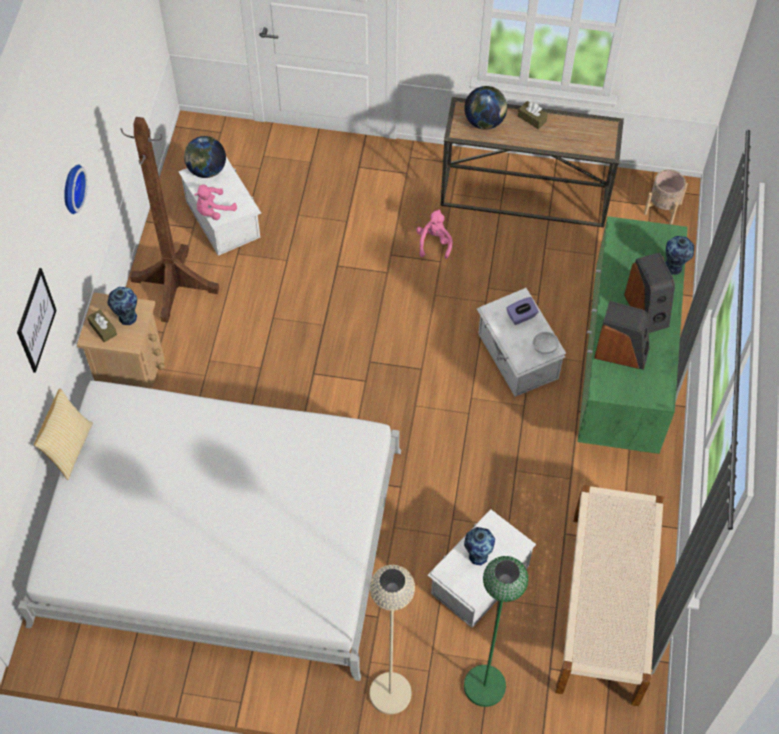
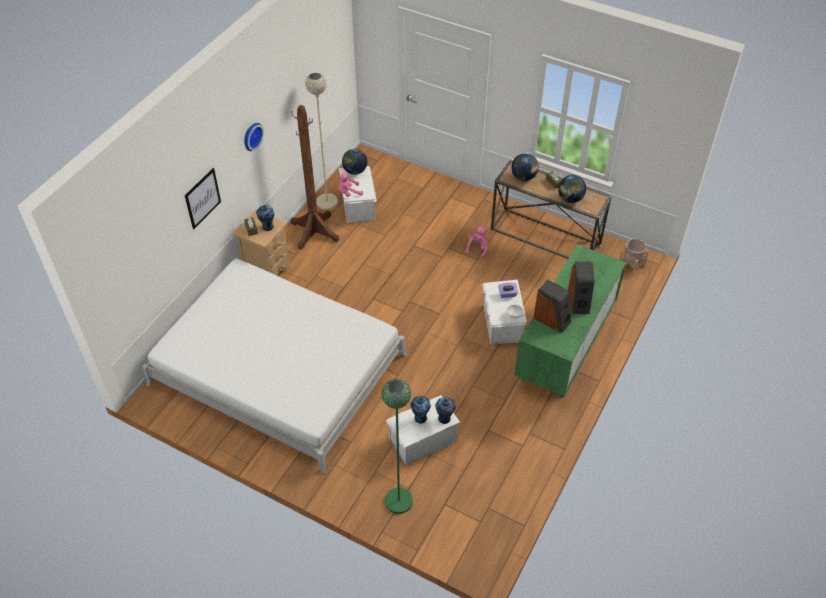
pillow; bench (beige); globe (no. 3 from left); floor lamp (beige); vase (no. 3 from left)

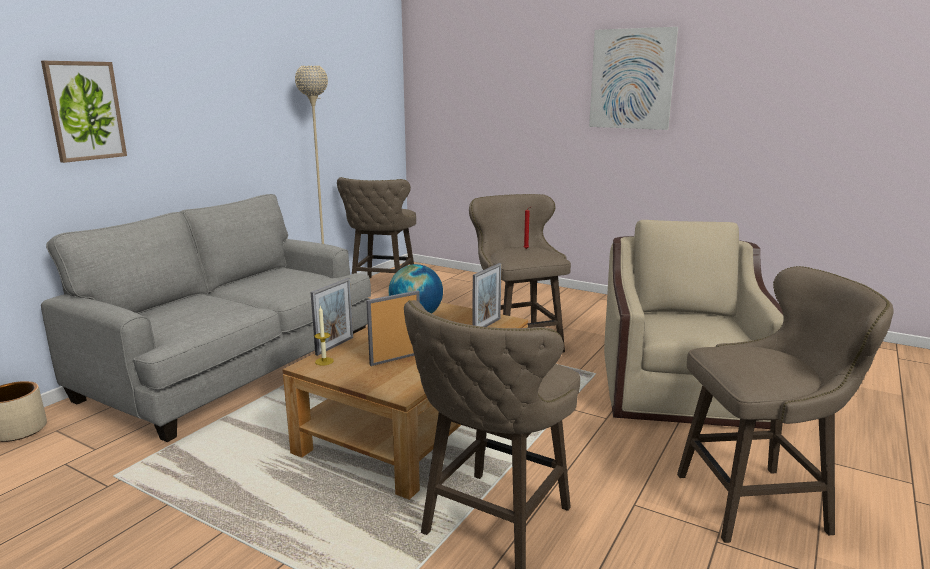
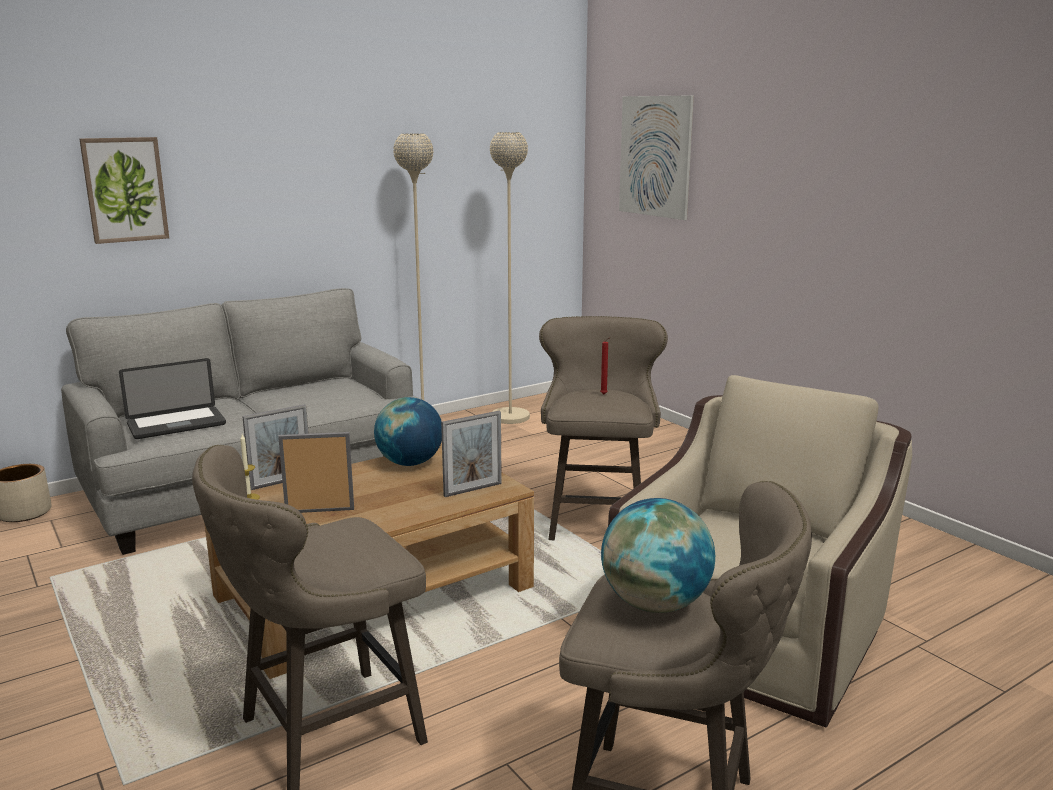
laptop; globe (no. 2 from left); picture (no. 2 from left); floor lamp (beige) (no. 2 from left)

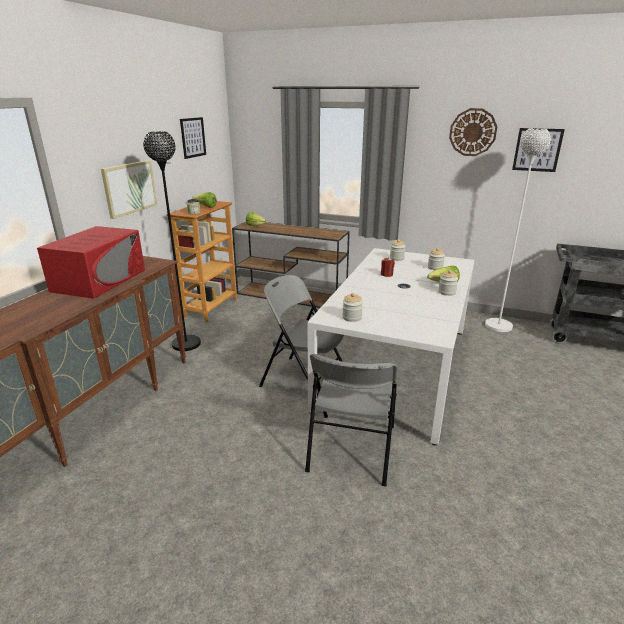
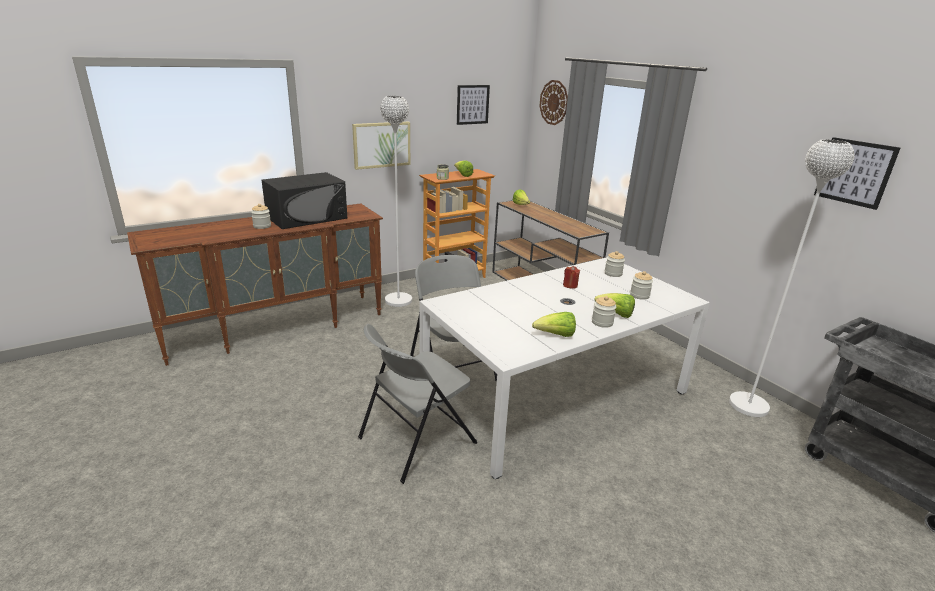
lettuce (no. 3 from left); jar (no. 1 from left); wall clock; microwave (black); floor lamp (white) (no. 1 from left)

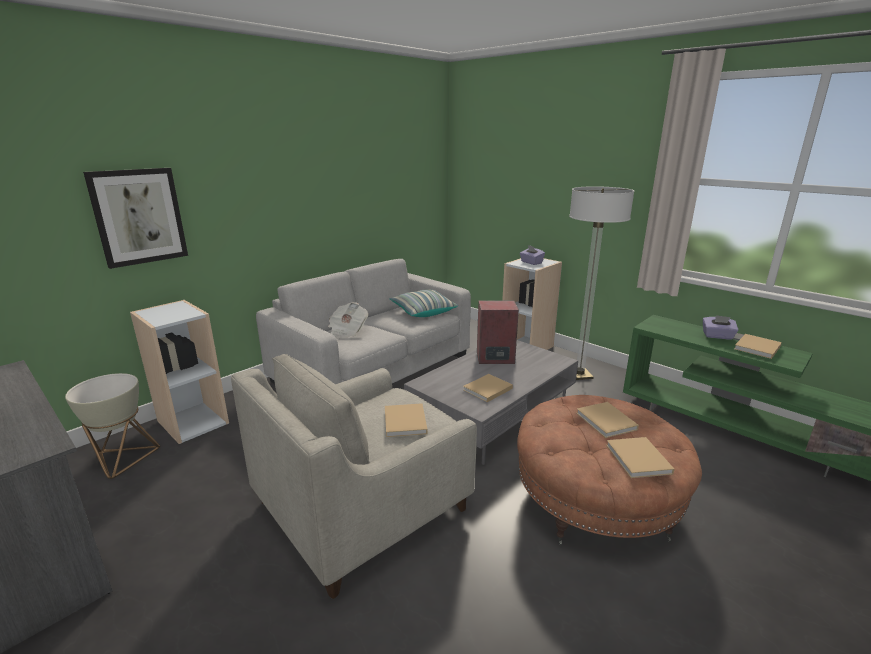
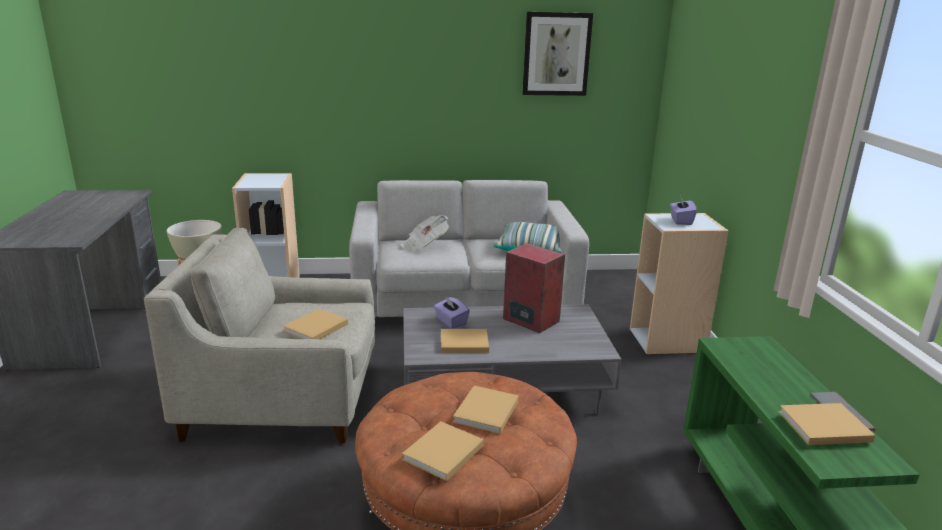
floor lamp; picture; tissue box (purple) (no. 1 from left)

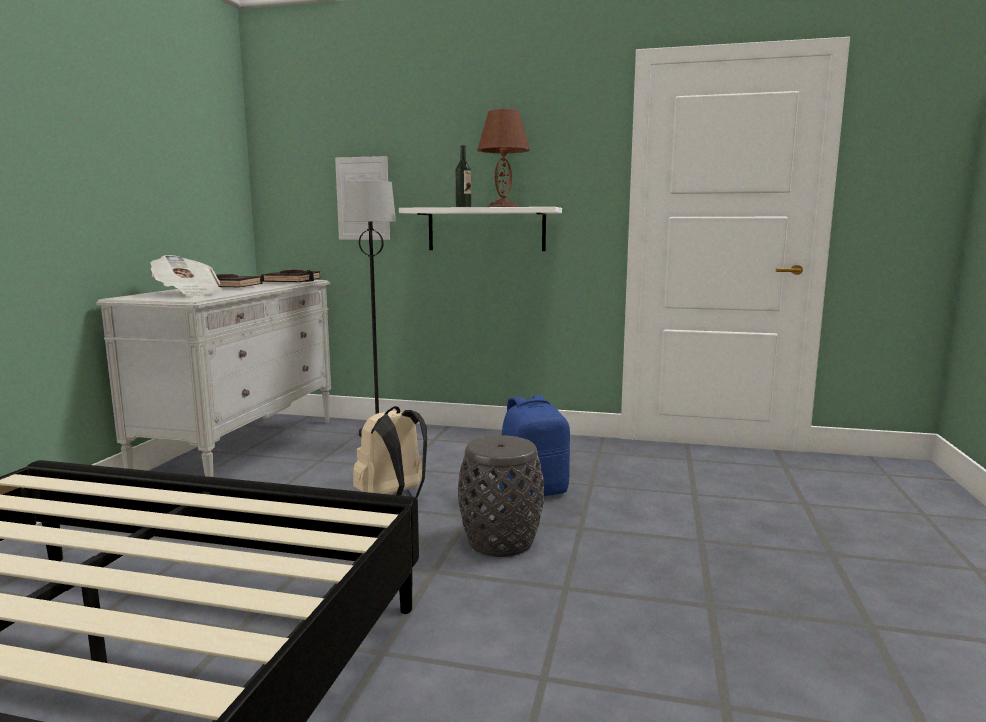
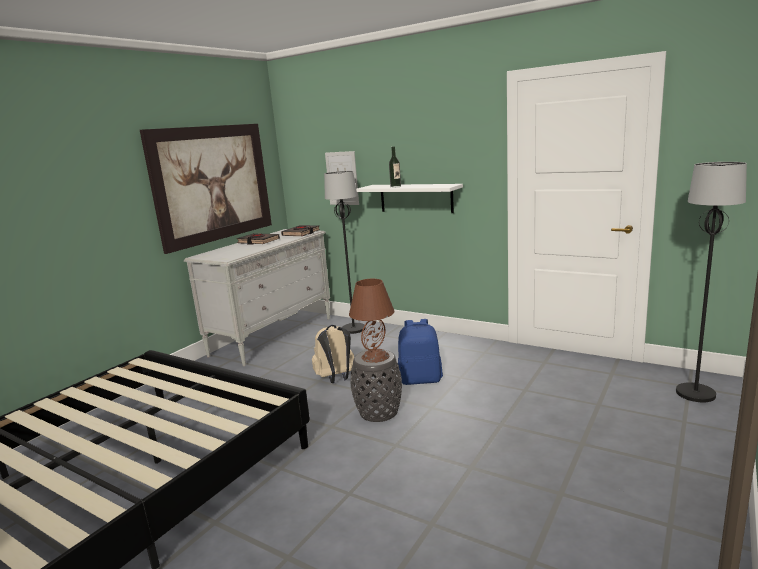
newspaper; picture (no. 1 from left); floor lamp (black) (no. 2 from left); table lamp (brown)

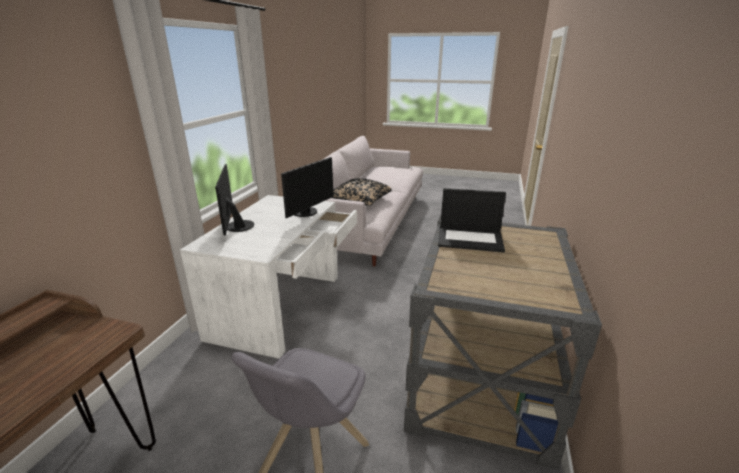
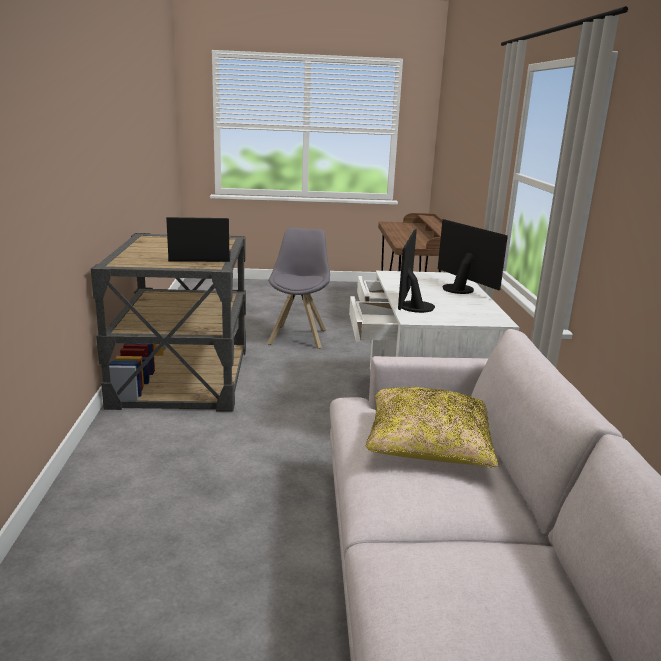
pillow (yellow)

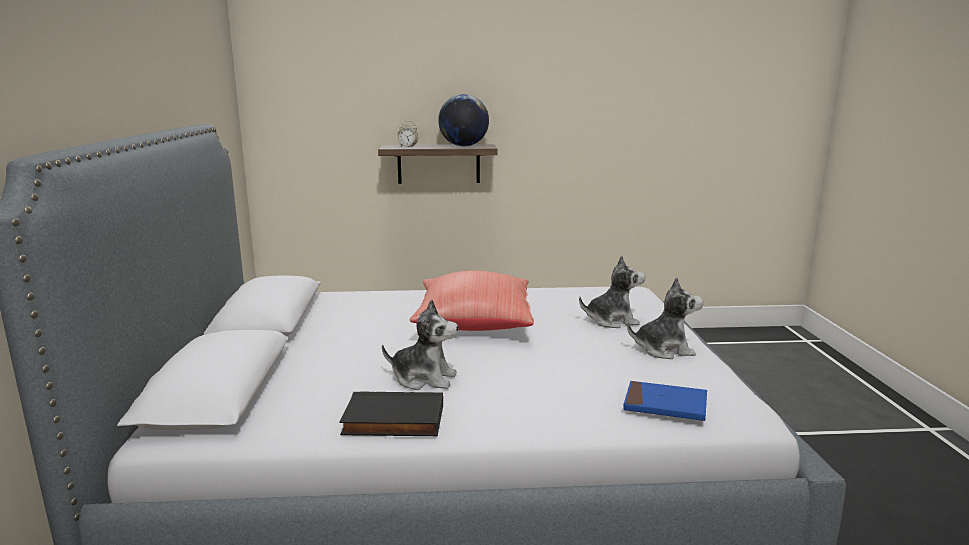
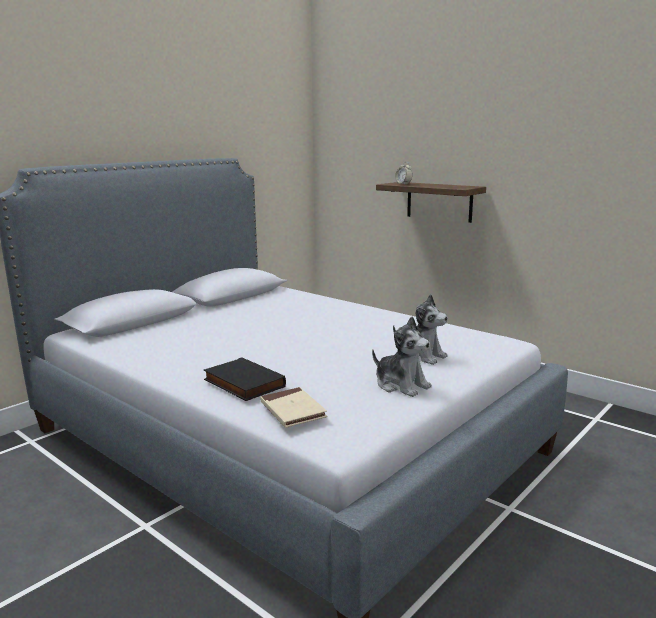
plush toy (no. 1 from left in the first image); pillow (red); globe; book (black); book (beige)

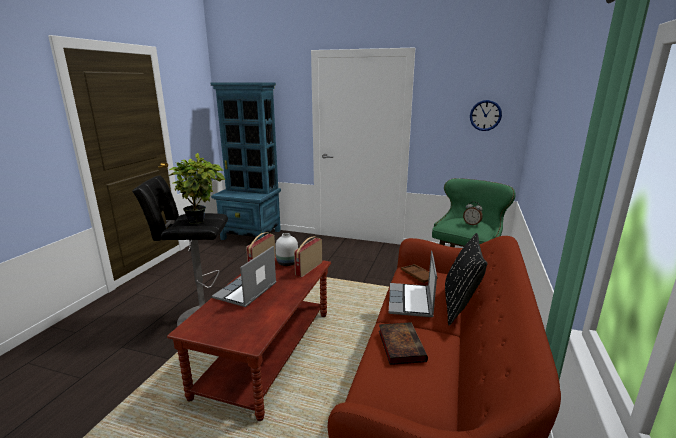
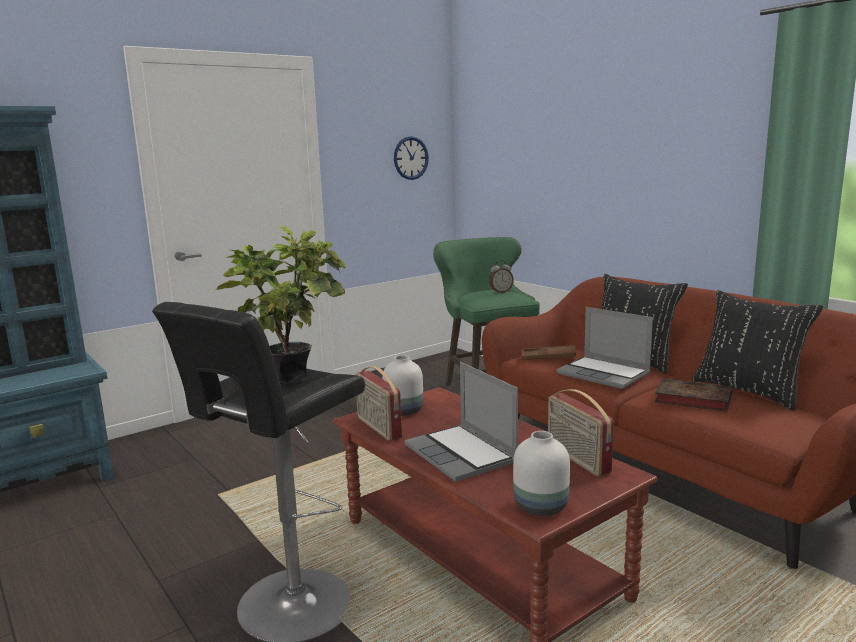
vase (white) (no. 2 from left); pillow (black) (no. 2 from left); radio (no. 2 from left)

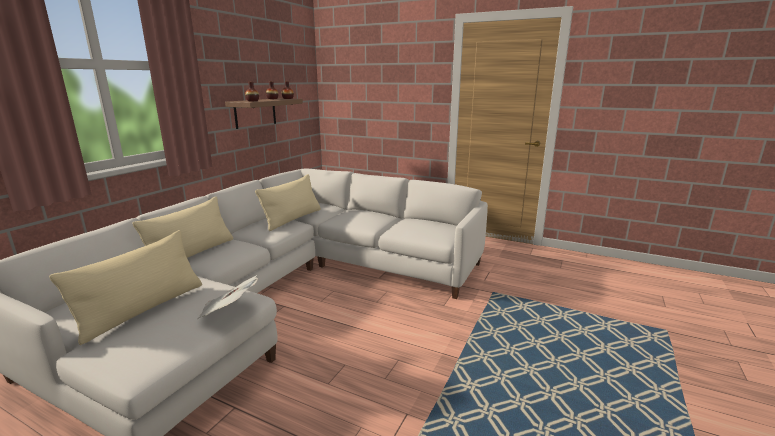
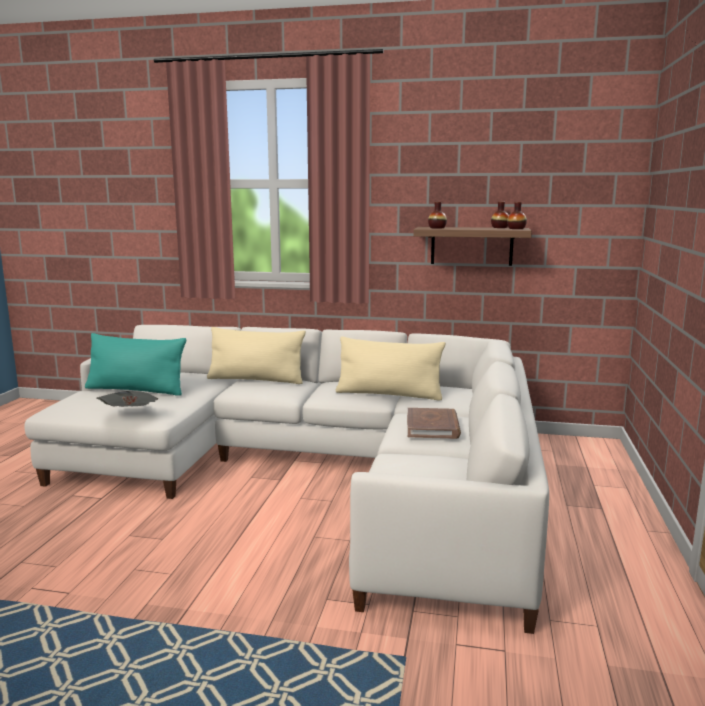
book (brown); pillow (turquoise)

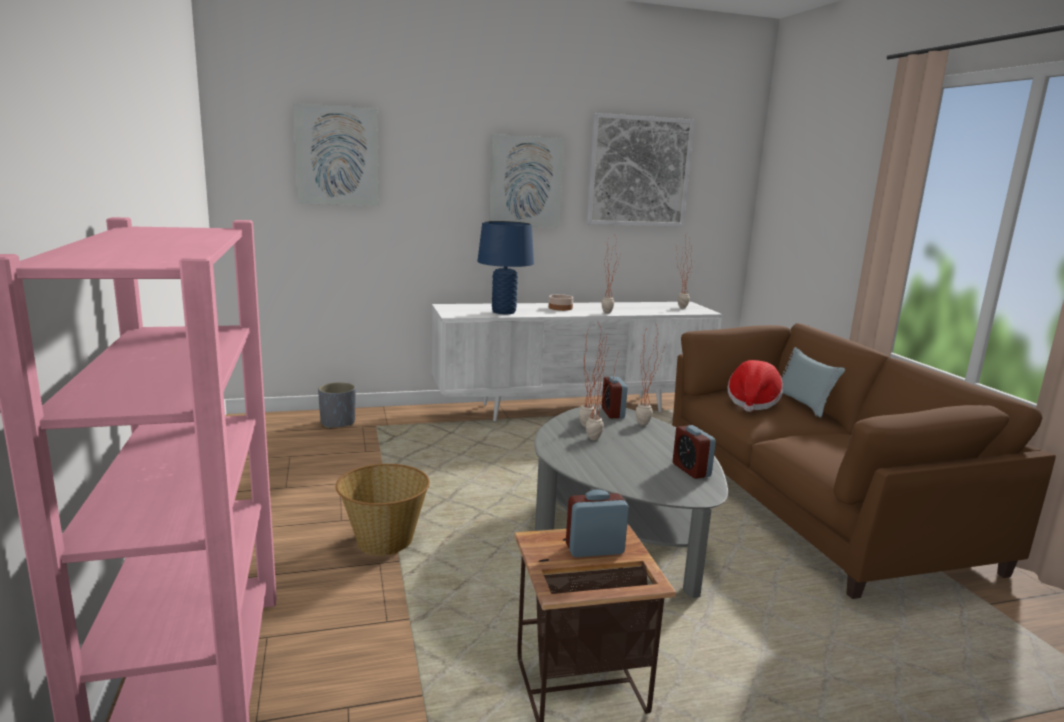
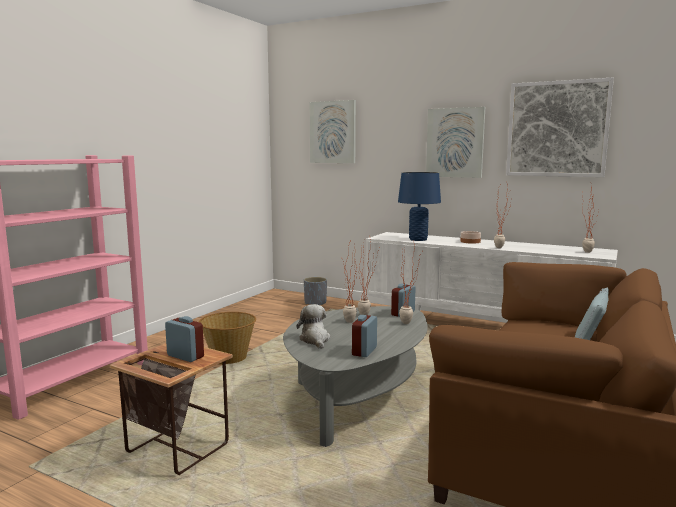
hat; plush toy

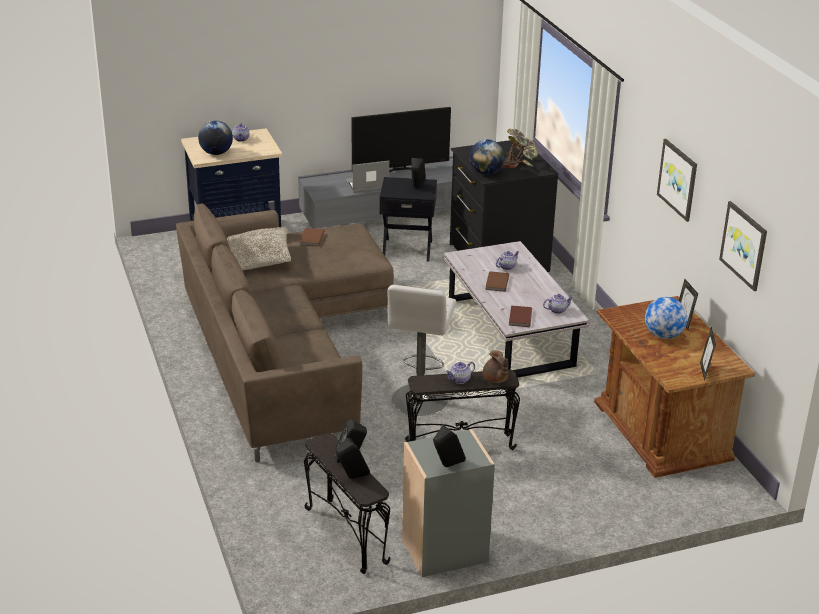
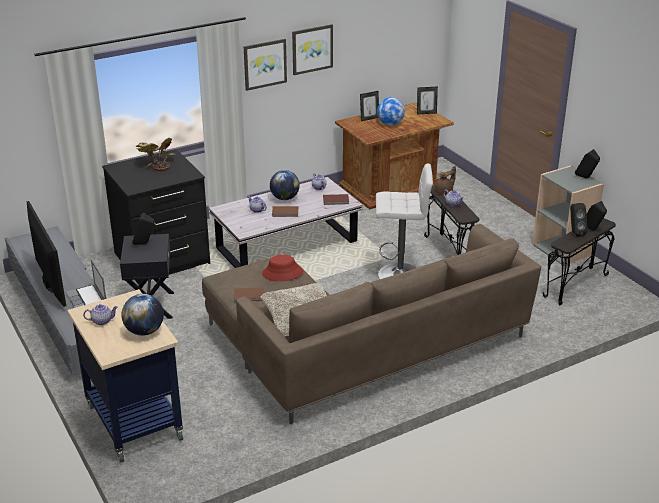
hat (red); globe (no. 2 from left); picture (no. 1 from left)

